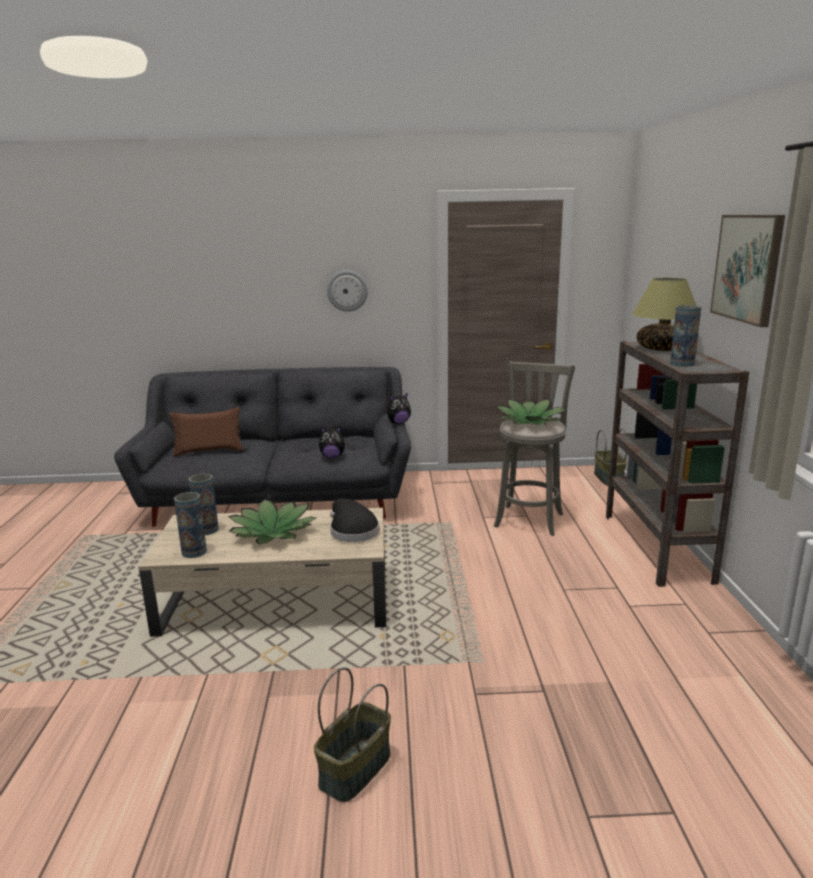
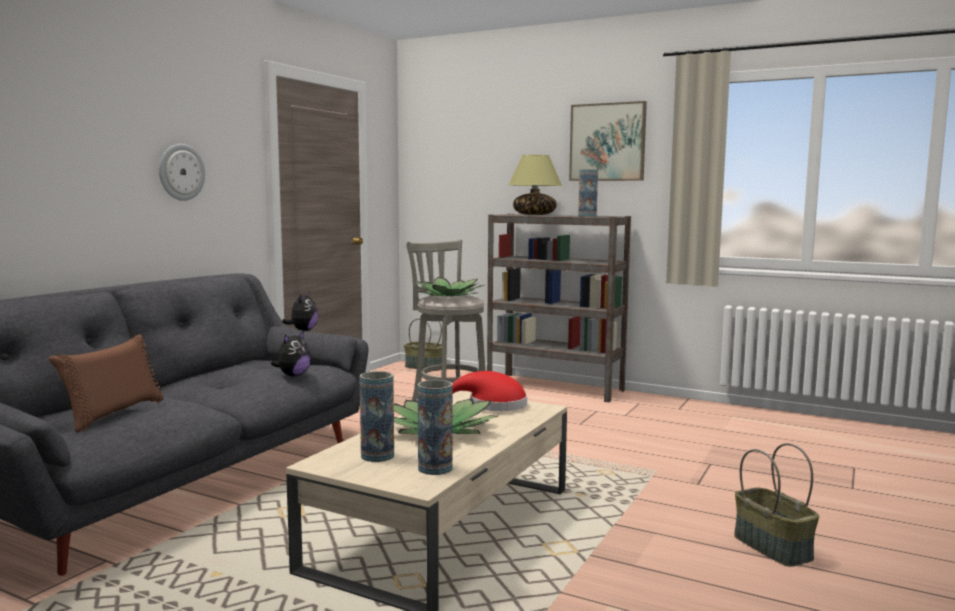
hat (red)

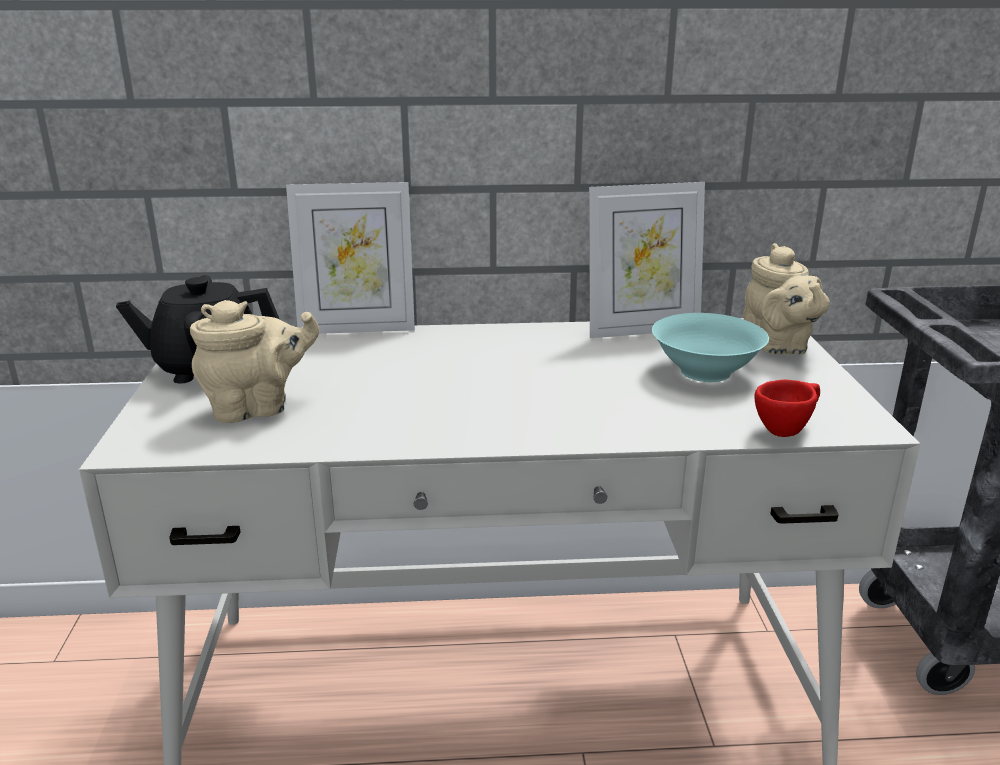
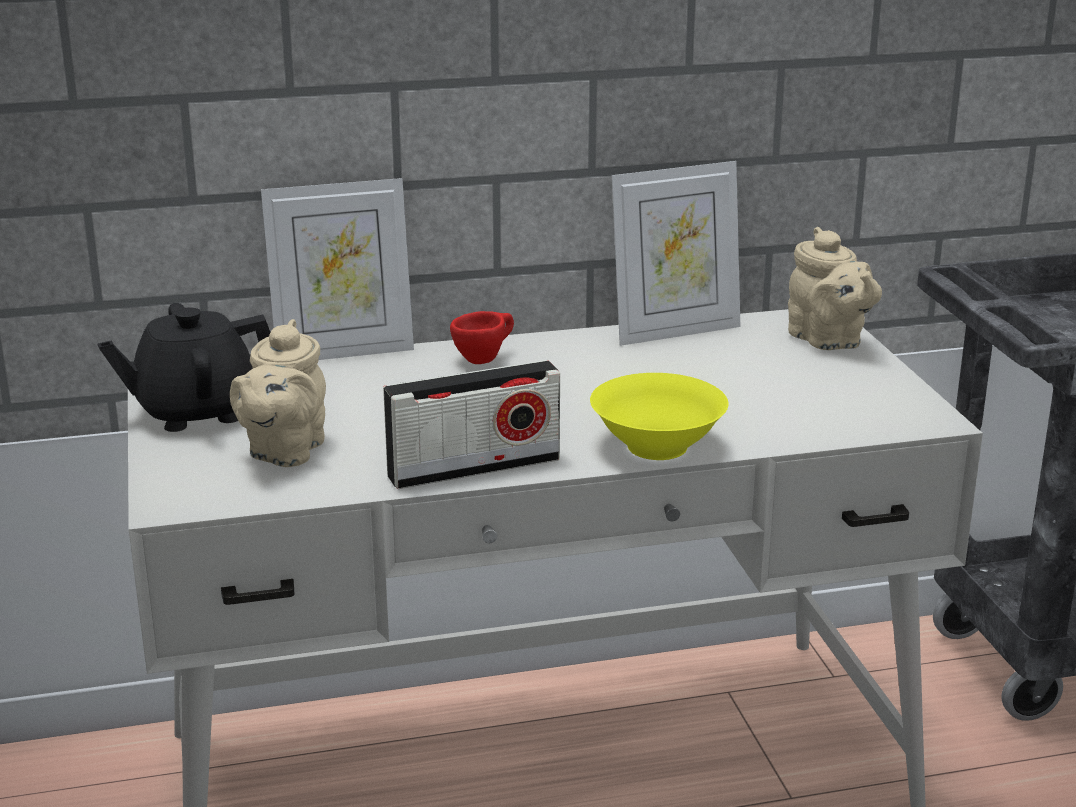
bowl (turquoise); radio; bowl (yellow); cup (red); teapot (beige) (no. 1 from left)

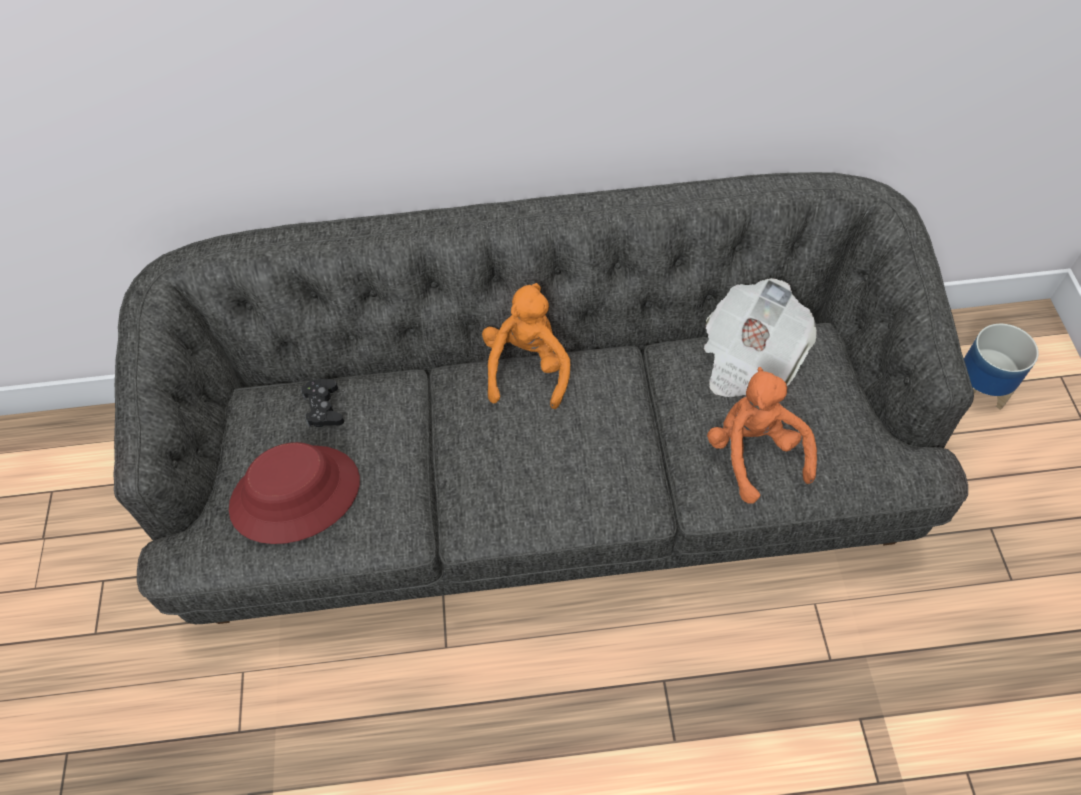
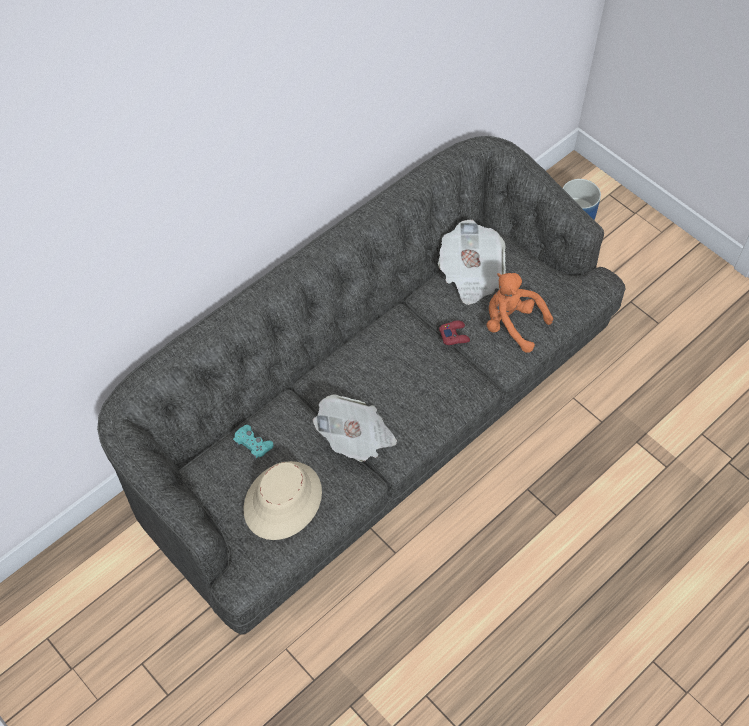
plush toy (orange) (no. 1 from left in the first image); newspaper (no. 1 from left); game controller (red); hat (beige); game controller (turquoise)

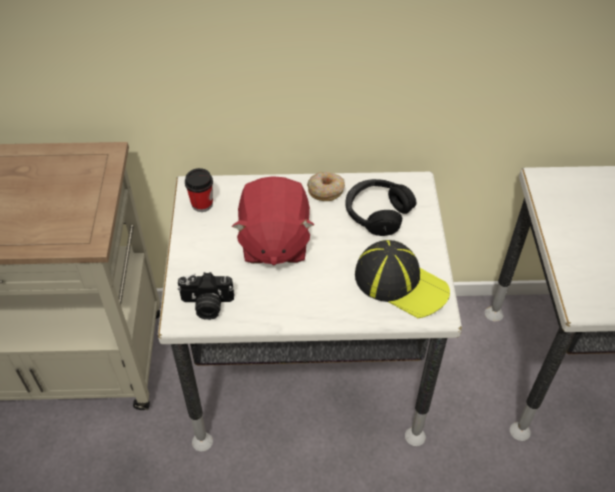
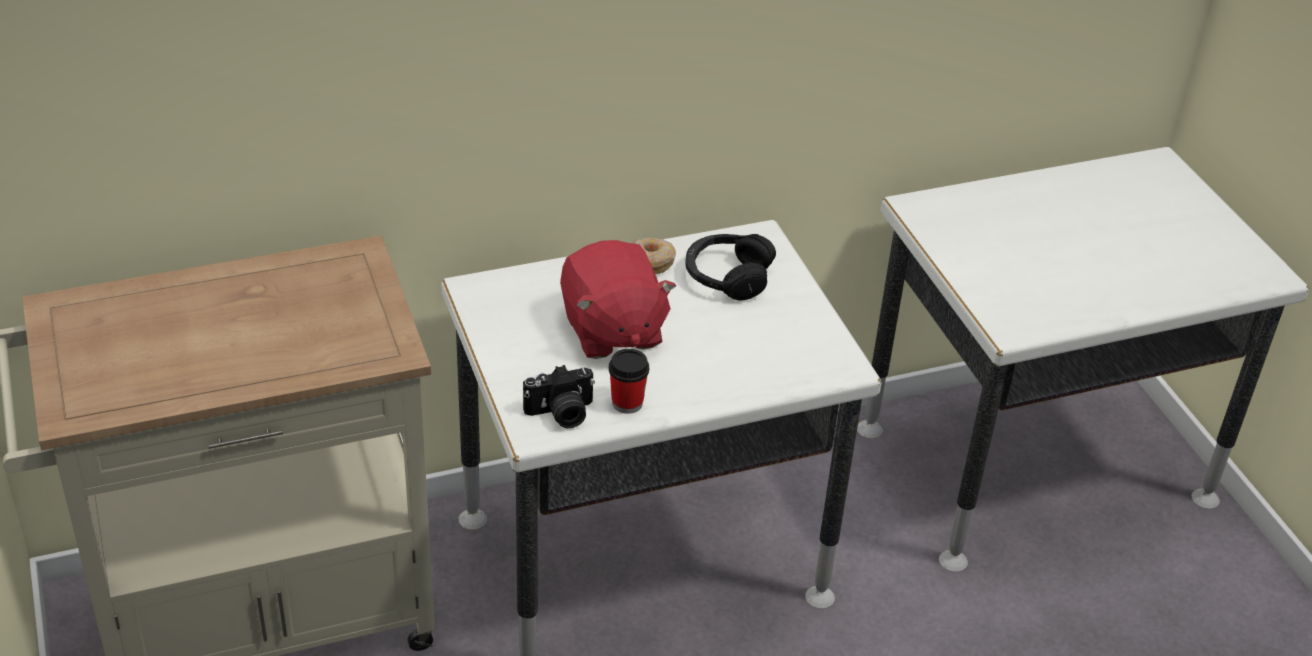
cap; cup

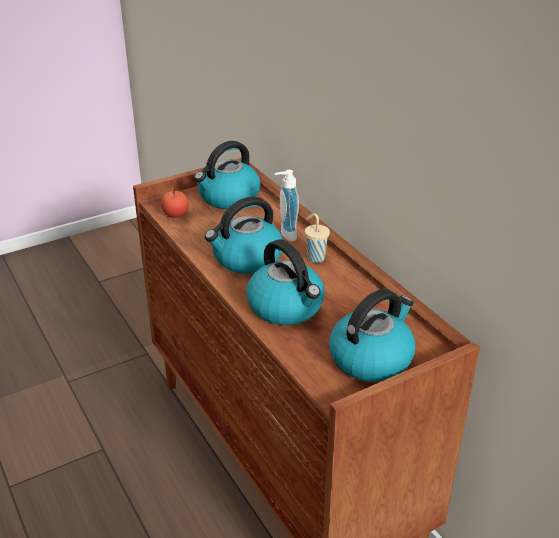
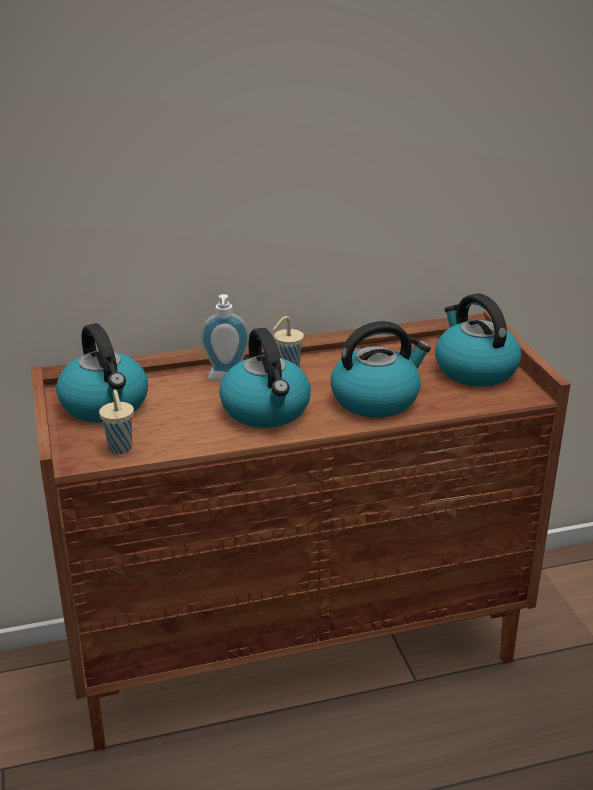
cup (beige) (no. 1 from left)

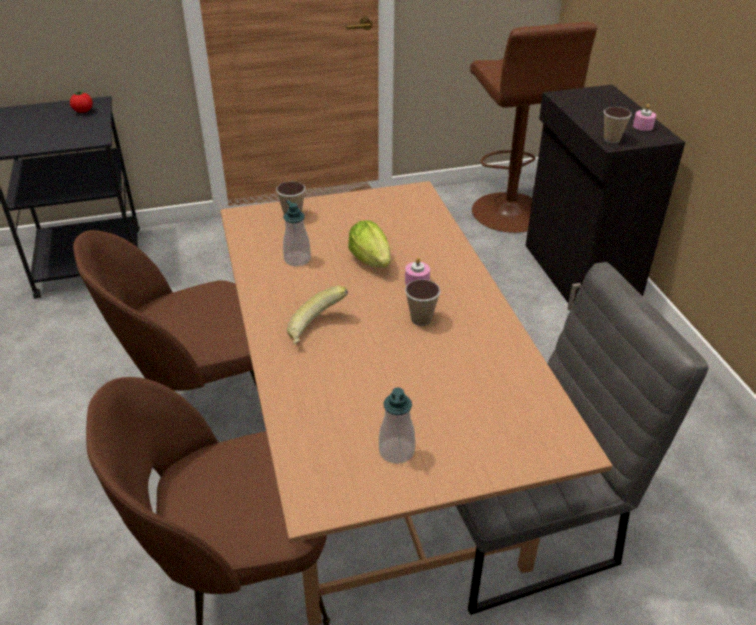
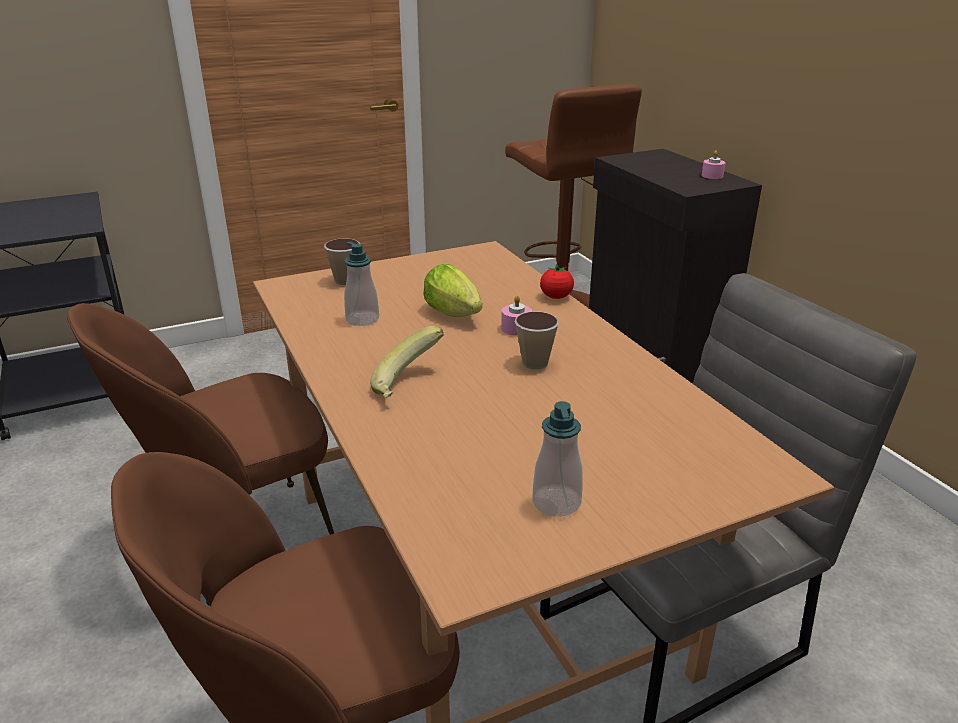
cup (no. 3 from left in the first image); tomato

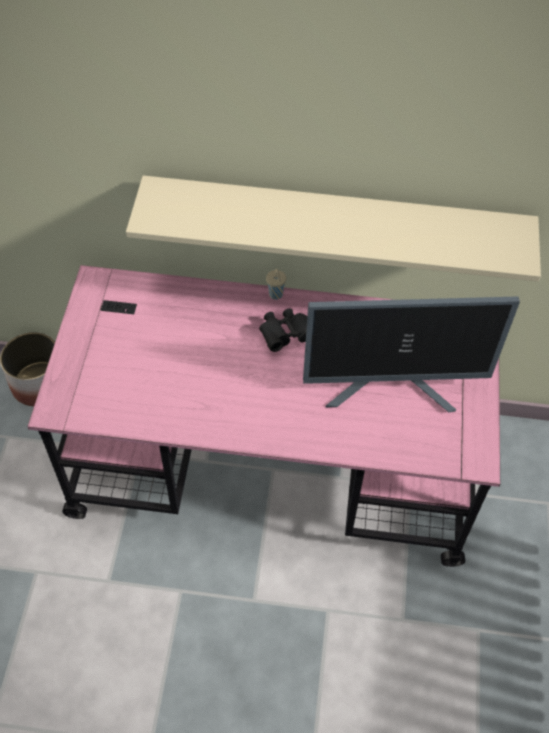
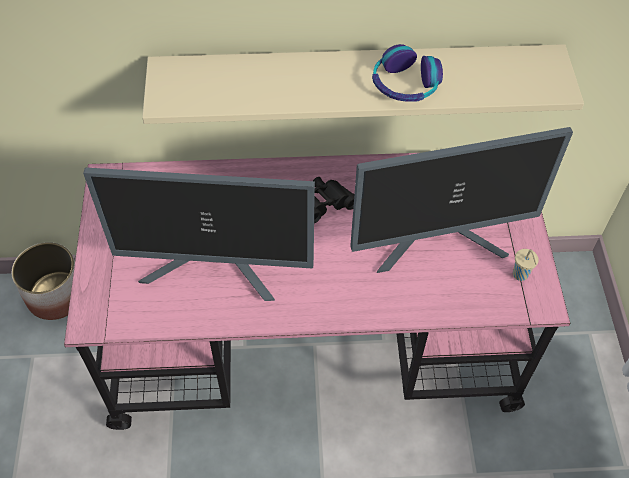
monitor (no. 1 from left); headphones; cup (beige)

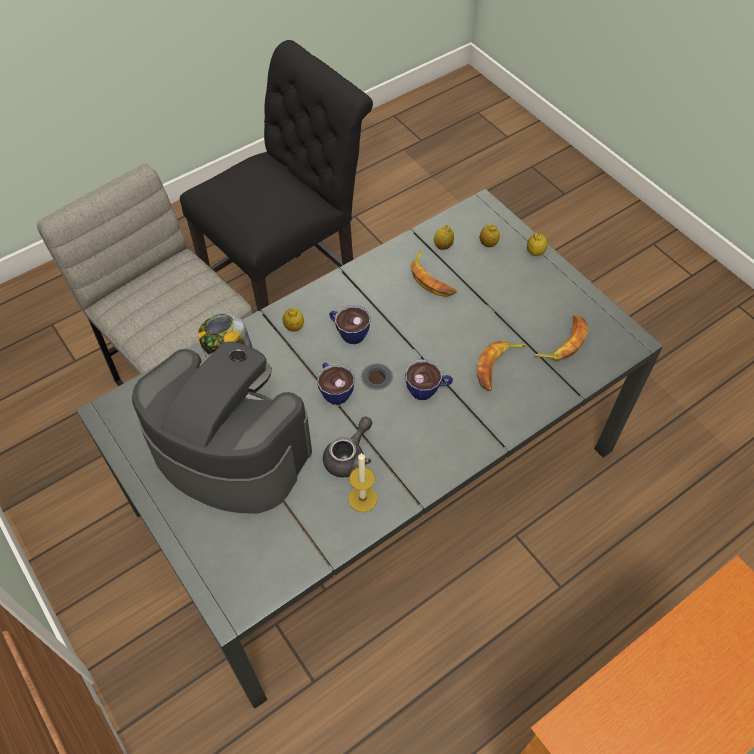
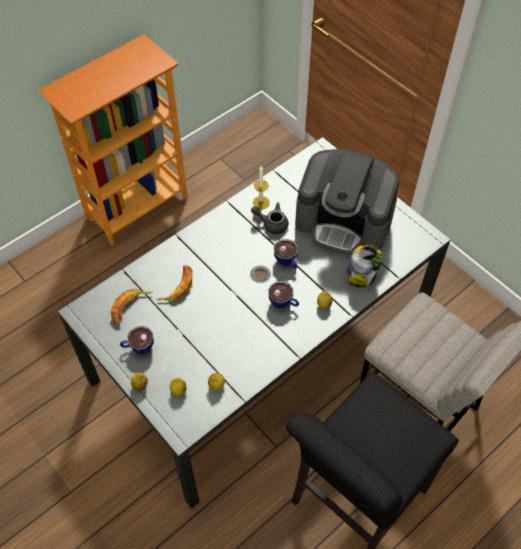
banana (no. 1 from left in the first image); cup (no. 1 from left); teapot (grey)

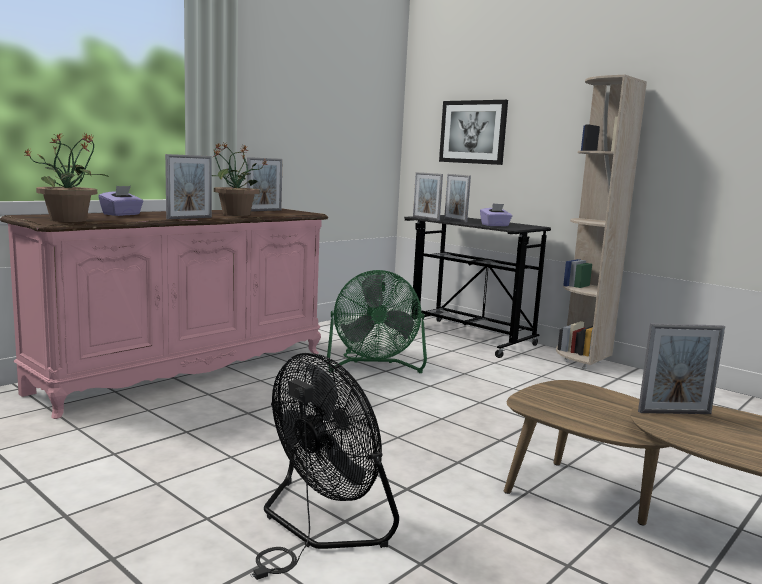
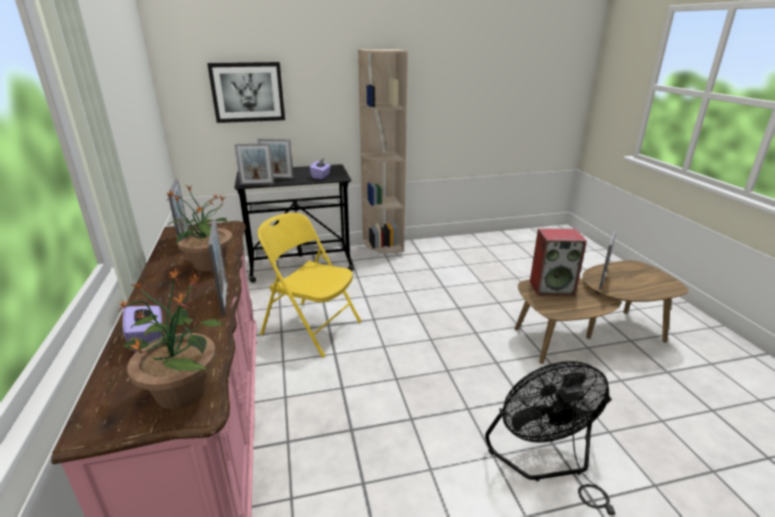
speaker; chair (yellow)

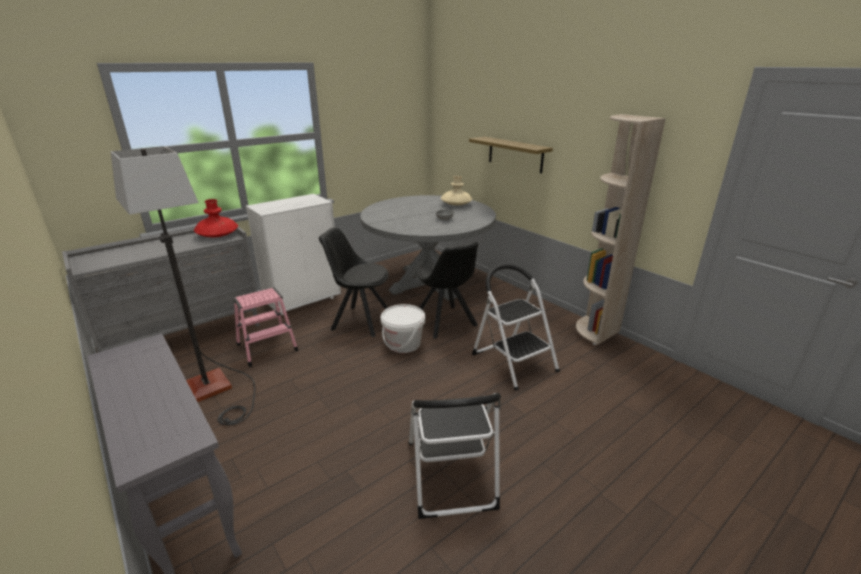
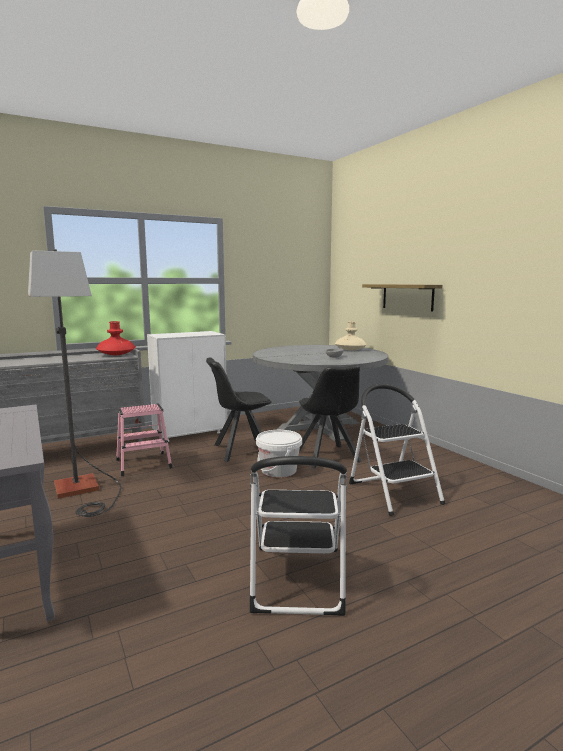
bookcase (beige); chair (black) (no. 1 from left)

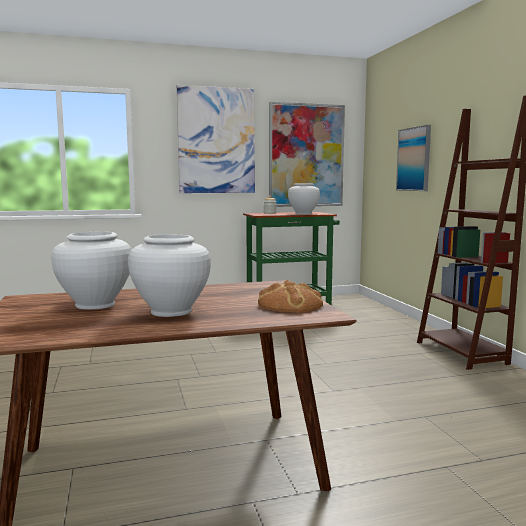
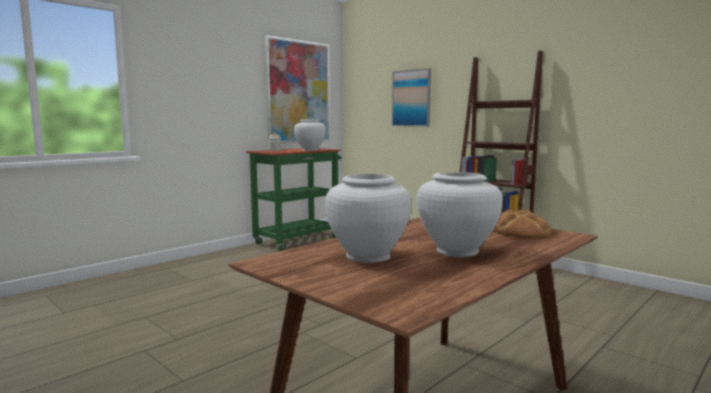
picture (no. 1 from left in the first image)

